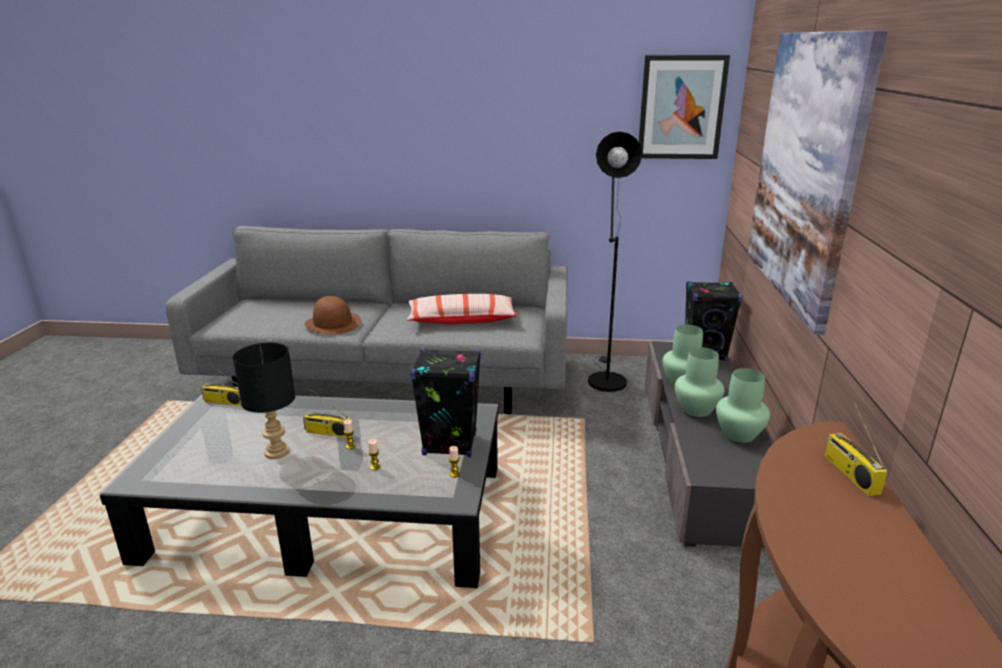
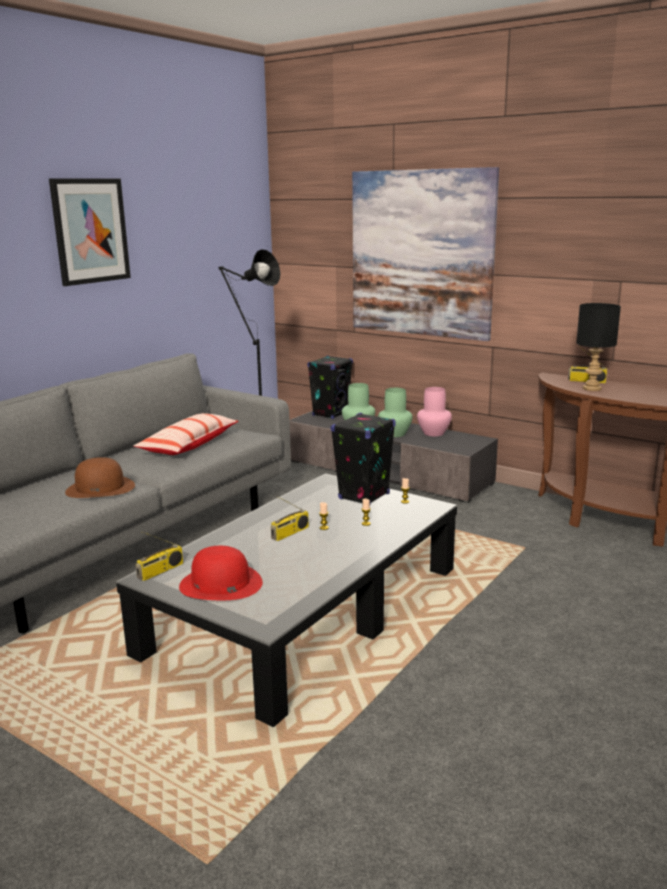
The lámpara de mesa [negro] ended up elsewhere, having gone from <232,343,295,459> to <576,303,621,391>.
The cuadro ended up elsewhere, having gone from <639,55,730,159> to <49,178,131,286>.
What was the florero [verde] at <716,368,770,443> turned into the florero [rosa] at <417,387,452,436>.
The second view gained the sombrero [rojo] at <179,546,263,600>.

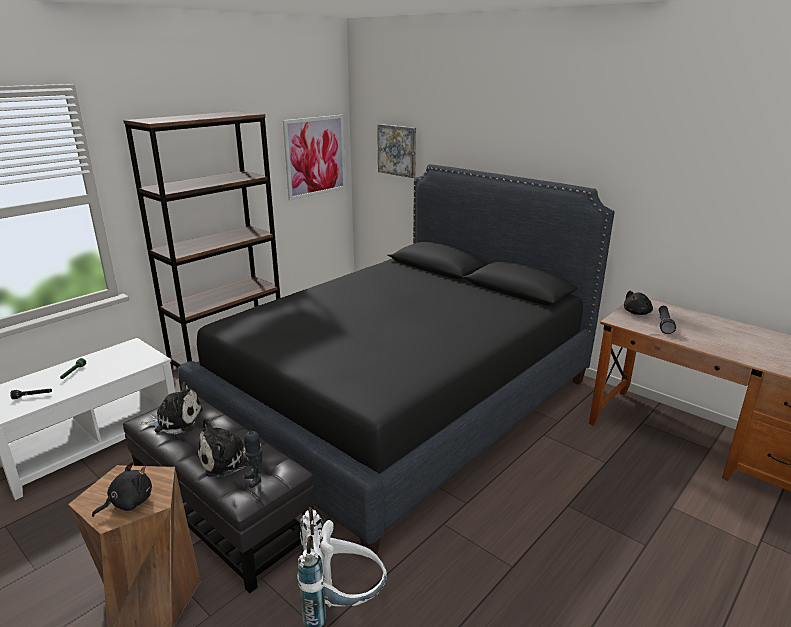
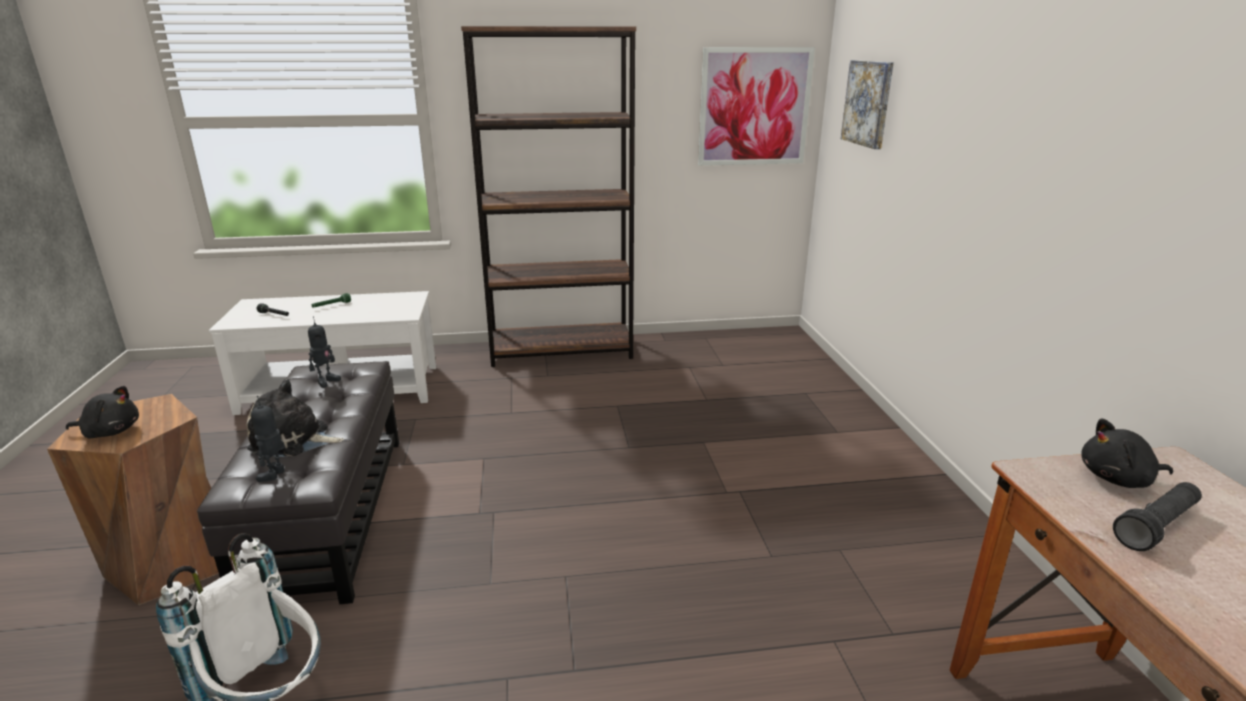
Where the peluche stood at <140,382,203,434>, the robot de juguete came to stand at <308,316,341,388>.
The second view lost the cama [negro] at <178,164,615,559>.

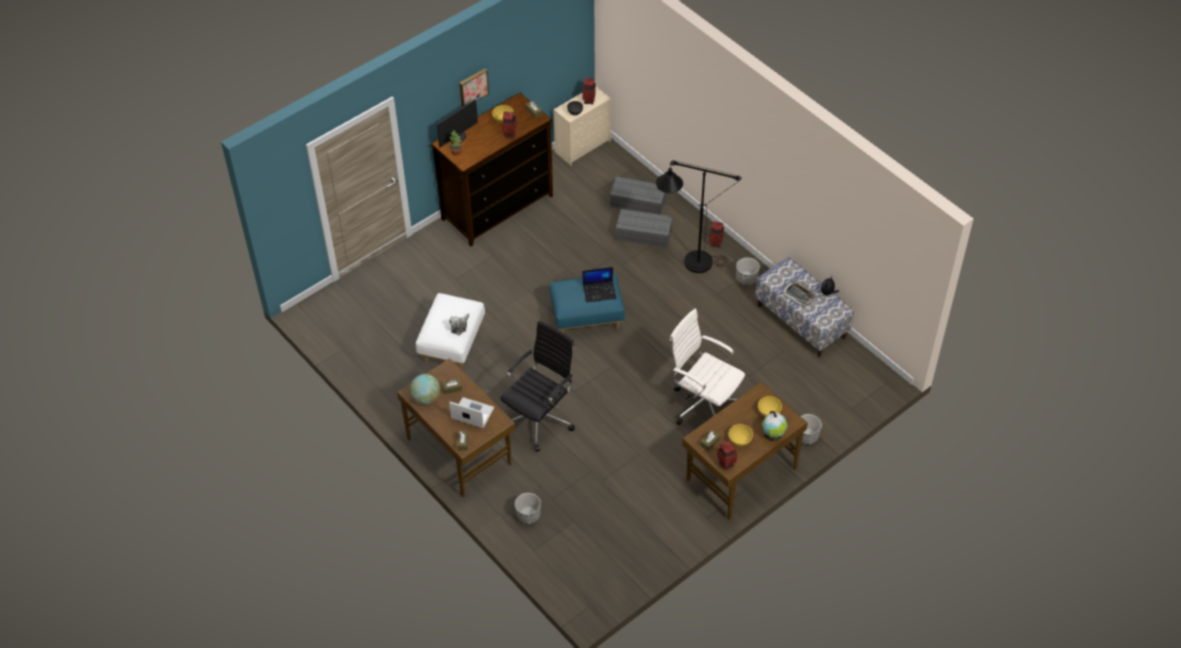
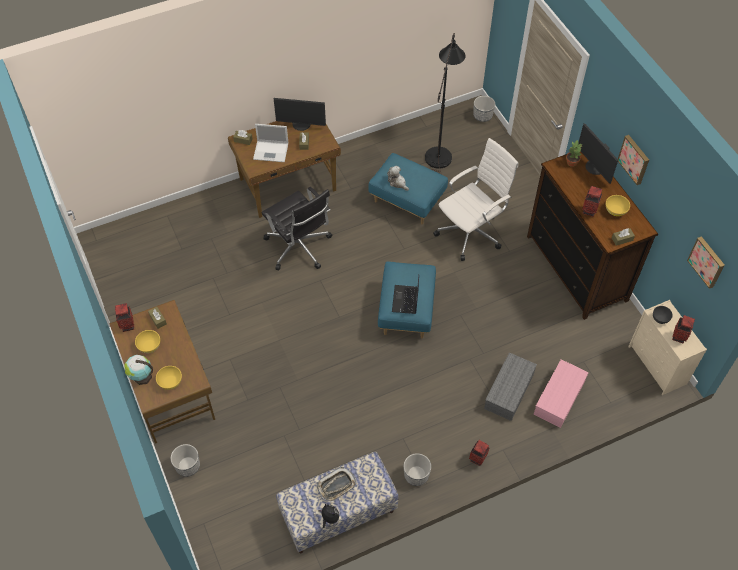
Where the globo terráqueo stood at <410,374,440,404>, the monitor came to stand at <274,98,326,131>.
What was the puf [blanco] at <416,293,485,370> turned into the puf [azul] at <368,153,448,224>.
The portátil at <449,397,494,428> ended up facing another way, 60 degrees clockwise from before.
The maceta ended up elsewhere, having gone from <515,493,541,524> to <473,96,495,122>.
What was the caja de almacenaje [gris] at <610,176,666,215> turned into the caja de almacenaje [rosa] at <533,359,589,428>.
The lámpara de pie [negro] ended up elsewhere, having gone from <656,161,741,273> to <425,33,465,173>.
The silla de oficina [blanco] ended up elsewhere, having gone from <669,308,745,425> to <433,138,518,261>.
The second view gained the cuadro at <687,236,725,289>.

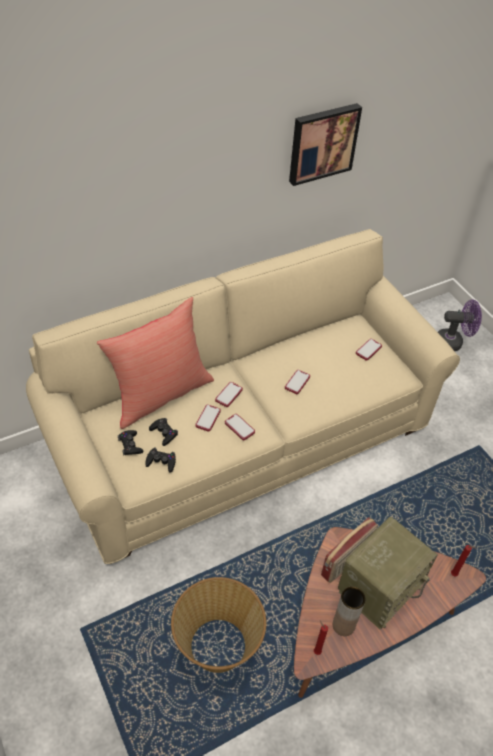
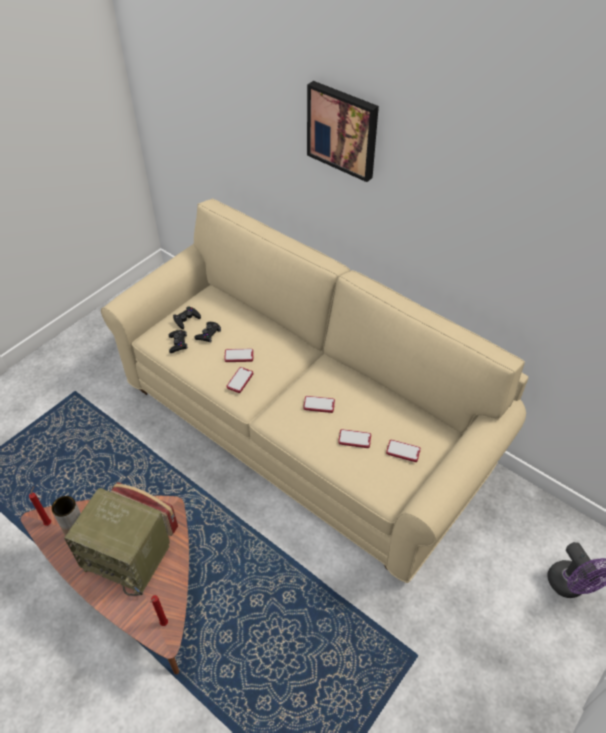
The second view lost the cojín [rojo] at <97,297,214,429>.
The second view lost the cesta at <171,577,266,673>.
The móvil ended up elsewhere, having gone from <215,382,243,407> to <338,429,371,448>.
The cuadro ended up elsewhere, having gone from <289,103,362,186> to <307,81,379,182>.

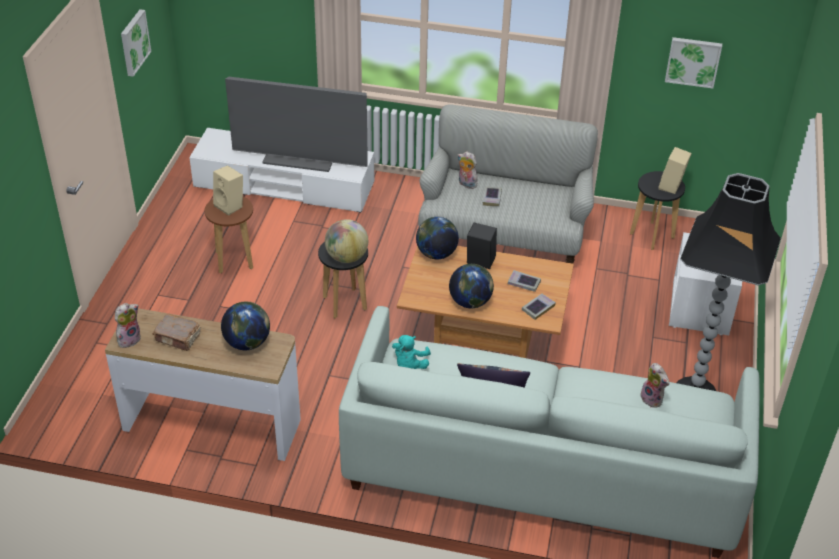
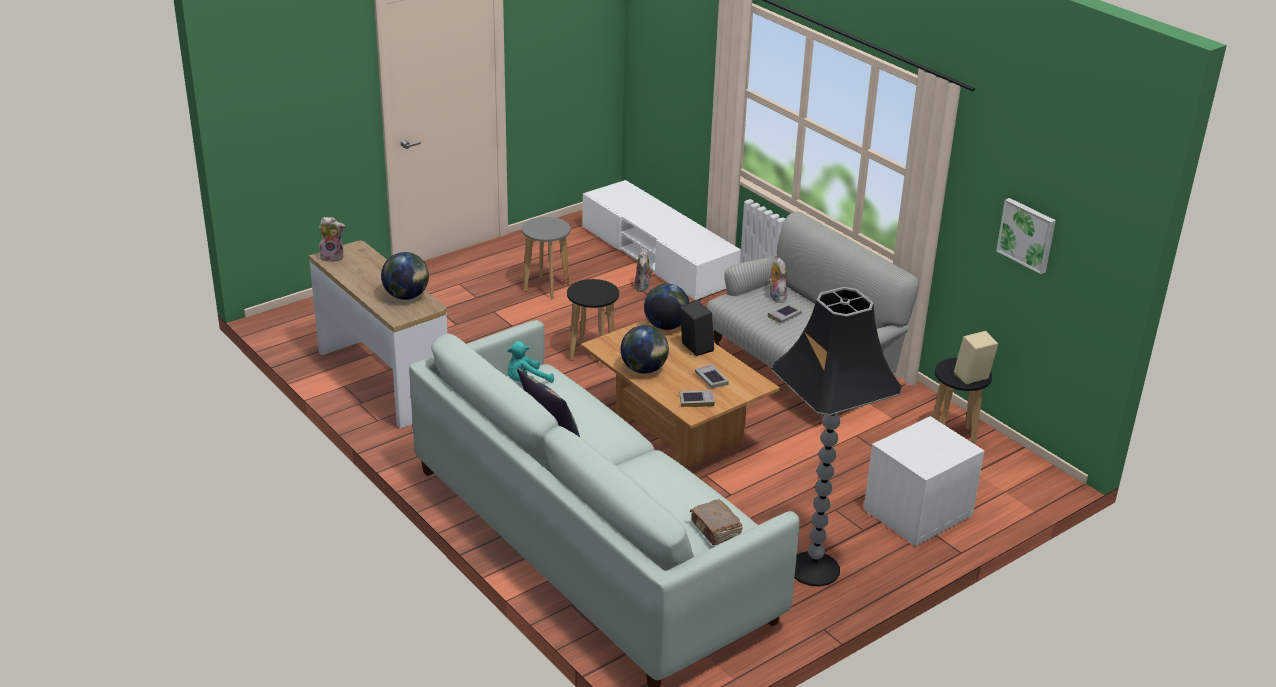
The second view lost the cuadro at <121,9,151,77>.
The libro [marrón] ended up elsewhere, having gone from <152,314,201,351> to <690,499,743,545>.
What was the taburete [marrón] at <205,197,253,273> turned into the taburete [gris] at <522,217,571,299>.
The second view lost the altavoz [beis] at <213,165,243,216>.
The second view lost the televisor at <225,77,368,172>.
The second view lost the globo terráqueo at <325,219,368,263>.
The peluche ended up elsewhere, having gone from <641,363,670,408> to <634,250,653,292>.

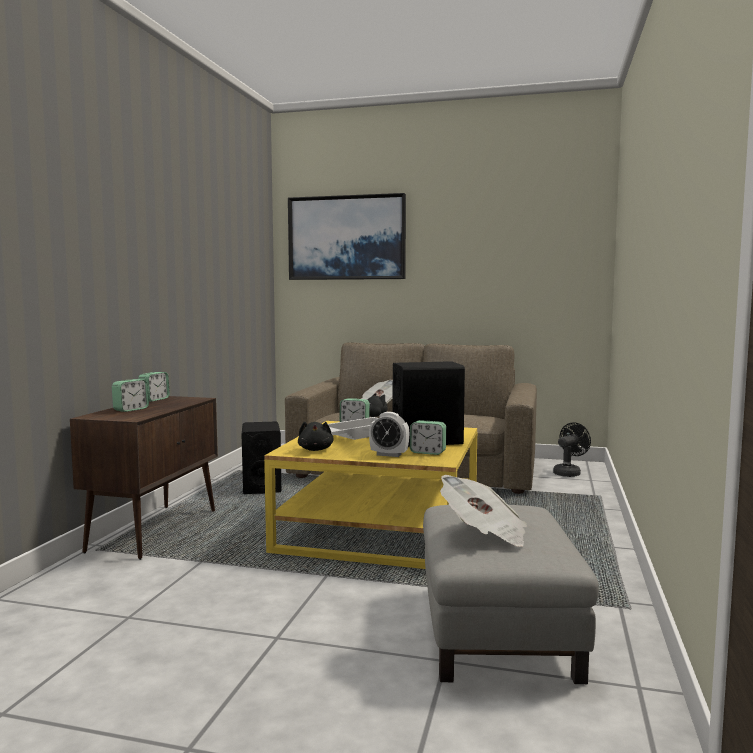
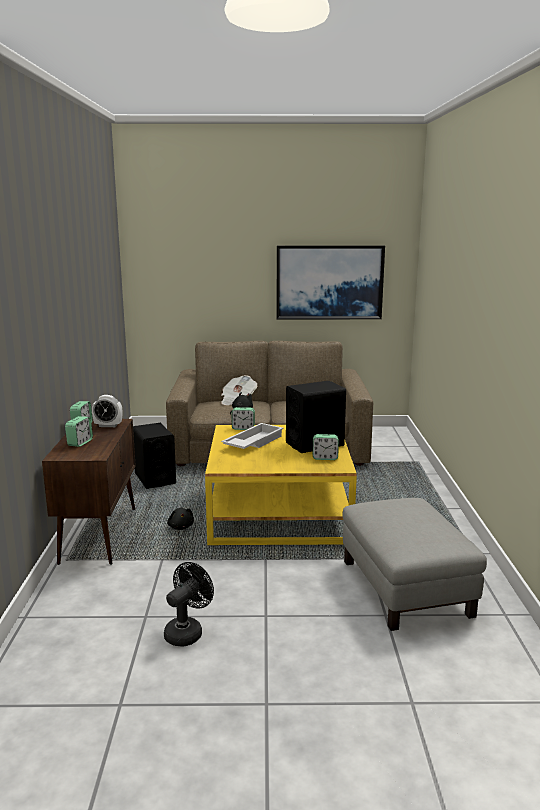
The cuadro ended up elsewhere, having gone from <288,193,406,280> to <277,245,385,319>.
The peluche [negro] ended up elsewhere, having gone from <298,421,334,451> to <167,508,194,530>.
The despertador ended up elsewhere, having gone from <369,412,409,457> to <92,395,122,427>.
The second view lost the periódico at <440,475,527,547>.
The ventilador [negro] ended up elsewhere, having gone from <553,422,591,477> to <164,562,214,646>.

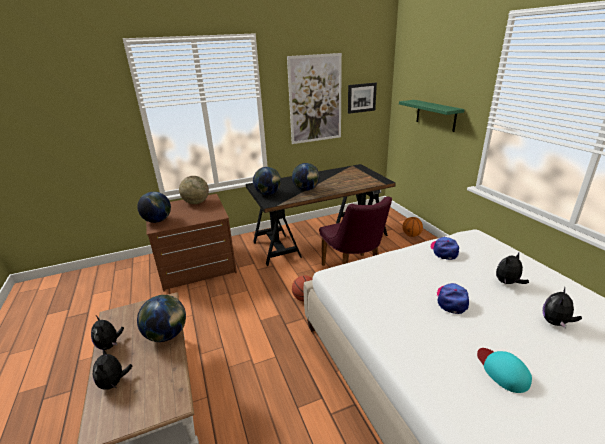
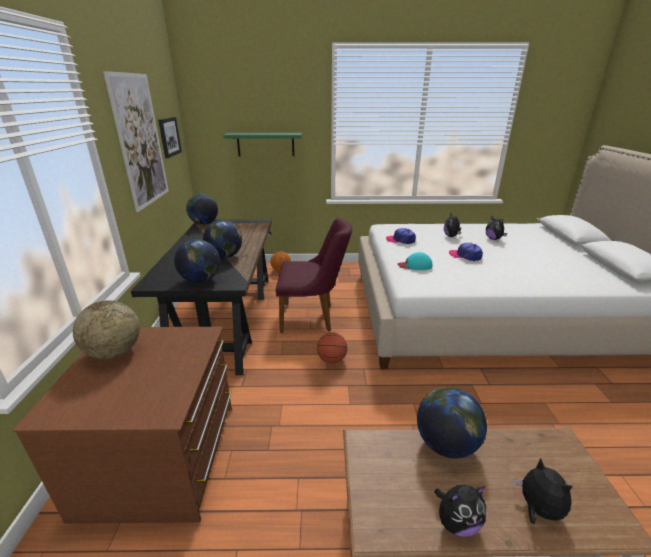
The peluche at <93,348,132,390> ended up facing another way, 120 degrees counterclockwise from before.
The globo terráqueo ended up elsewhere, having gone from <137,192,171,223> to <186,193,218,225>.
The gorra [turquesa] ended up elsewhere, having gone from <477,348,532,393> to <397,252,432,270>.

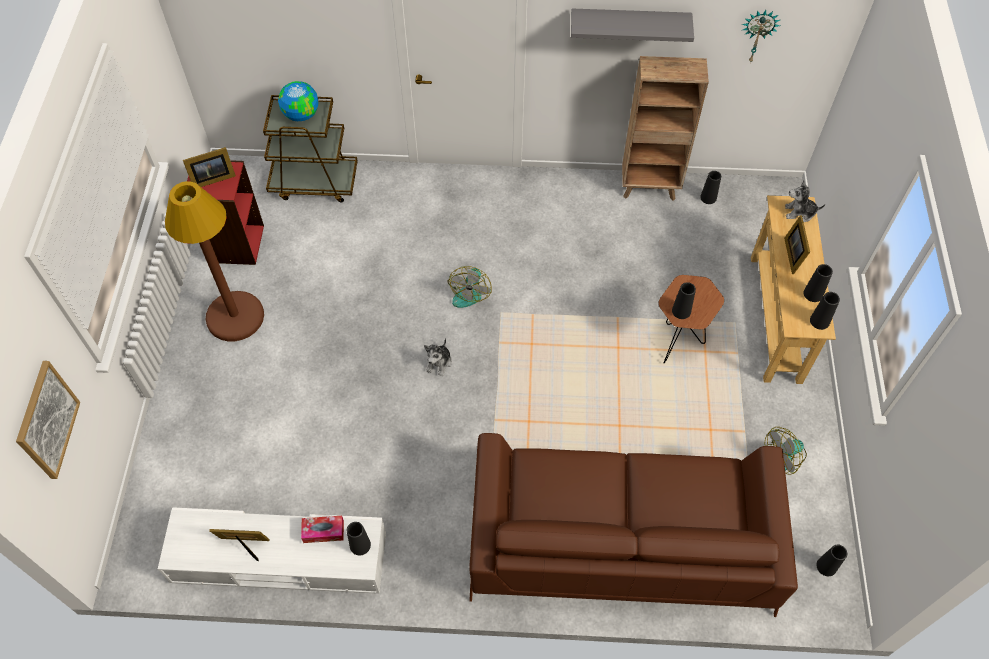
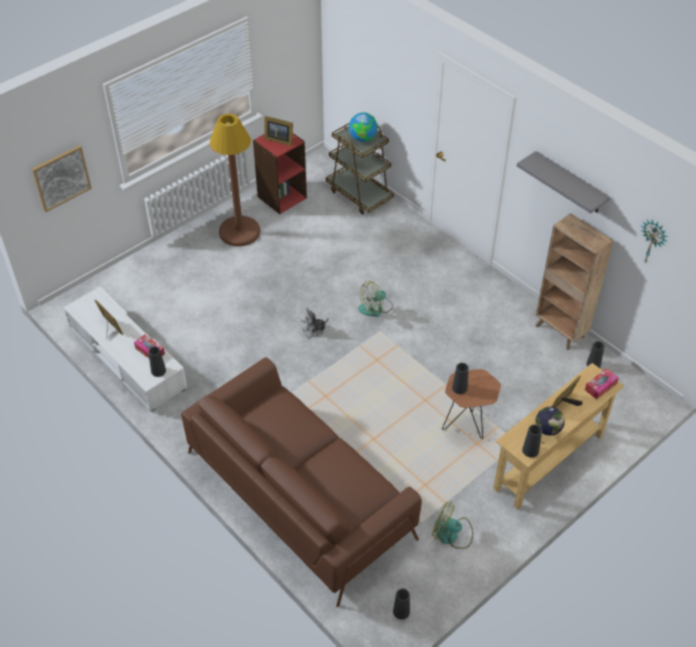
Where the peluche stood at <785,180,826,222>, the caja de pañuelos came to stand at <585,368,619,399>.
Where the florero [negro] stood at <803,264,833,302>, the globo terráqueo came to stand at <535,407,565,444>.

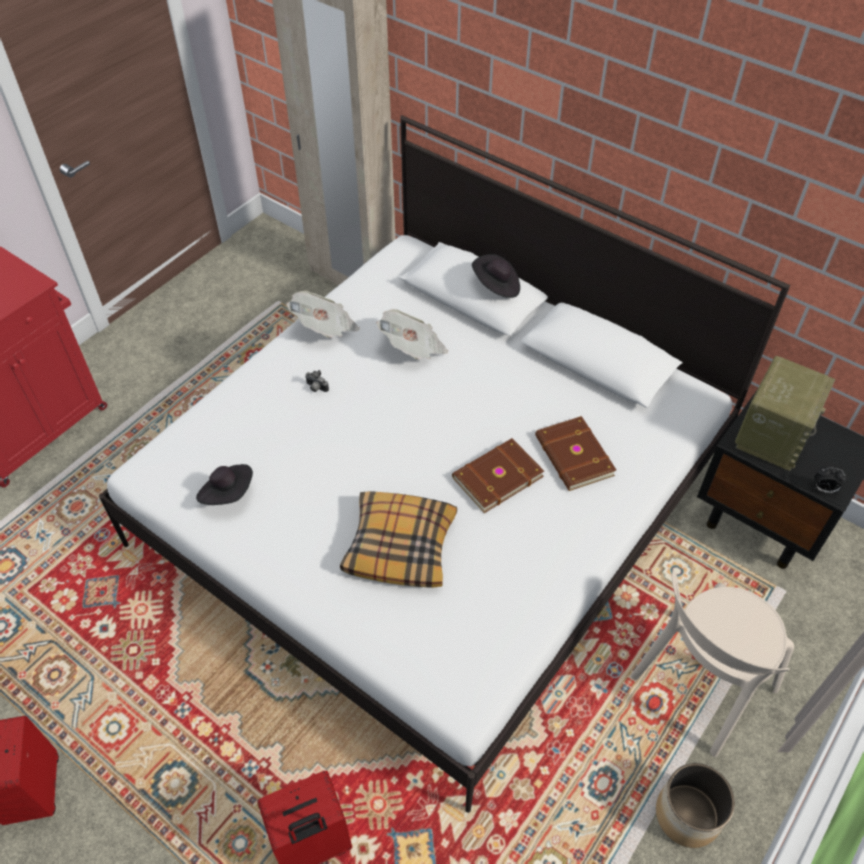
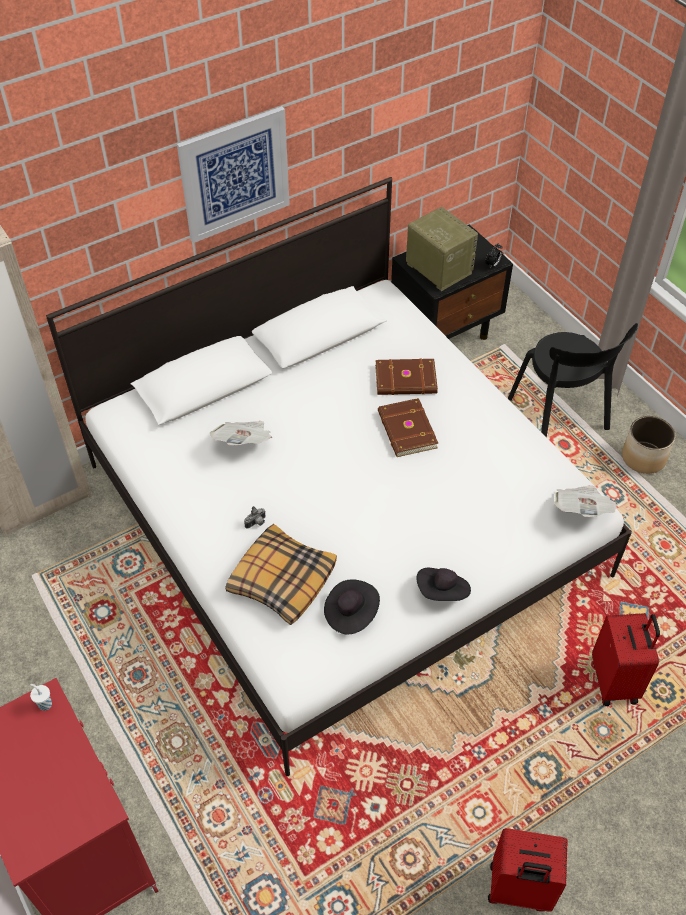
The periódico ended up elsewhere, having gone from <286,291,360,338> to <554,485,618,517>.
The cojín ended up elsewhere, having gone from <340,491,457,588> to <225,524,337,625>.
The sombrero [negro] ended up elsewhere, having gone from <472,254,520,298> to <416,568,471,601>.
What was the silla [beis] at <631,570,794,757> turned into the silla [negro] at <508,323,638,438>.
The second view gained the taza [blanco] at <30,684,52,711>.
The second view gained the cuadro at <177,106,290,243>.

